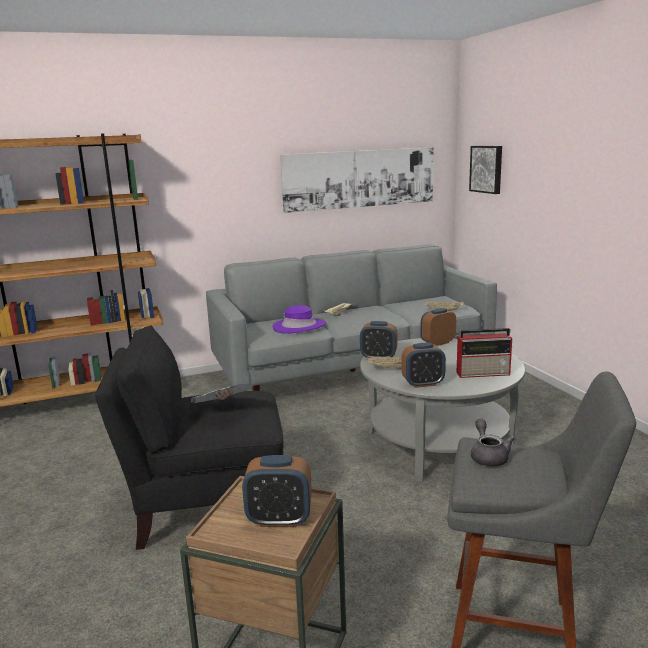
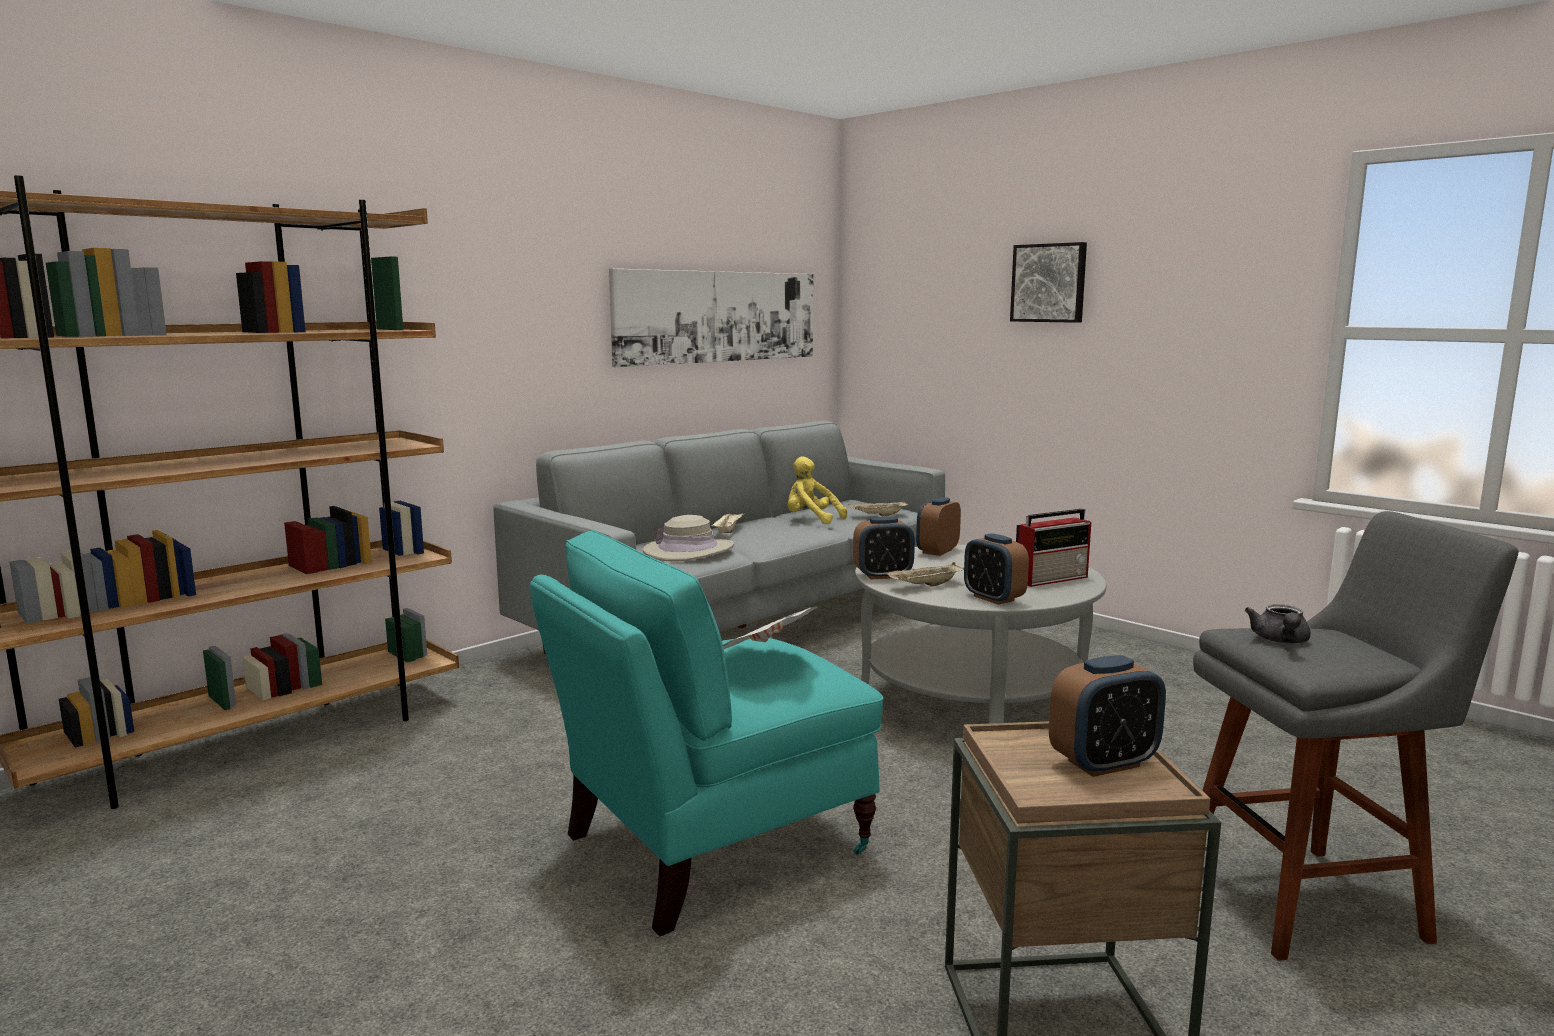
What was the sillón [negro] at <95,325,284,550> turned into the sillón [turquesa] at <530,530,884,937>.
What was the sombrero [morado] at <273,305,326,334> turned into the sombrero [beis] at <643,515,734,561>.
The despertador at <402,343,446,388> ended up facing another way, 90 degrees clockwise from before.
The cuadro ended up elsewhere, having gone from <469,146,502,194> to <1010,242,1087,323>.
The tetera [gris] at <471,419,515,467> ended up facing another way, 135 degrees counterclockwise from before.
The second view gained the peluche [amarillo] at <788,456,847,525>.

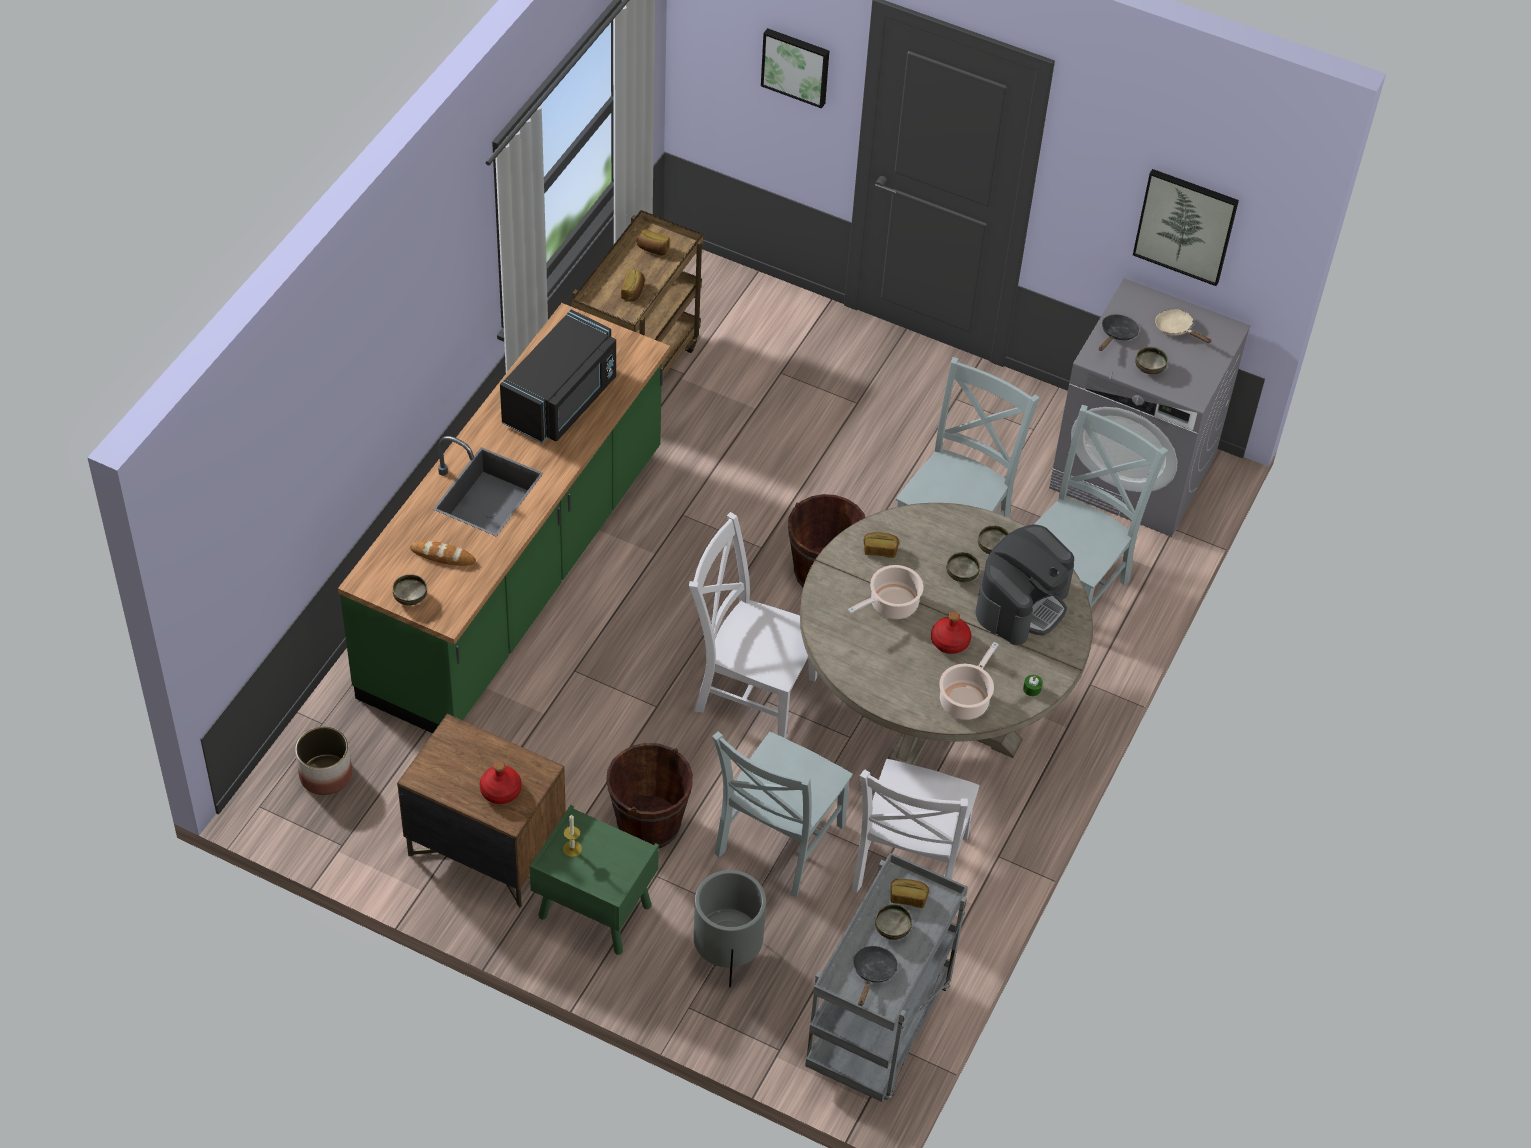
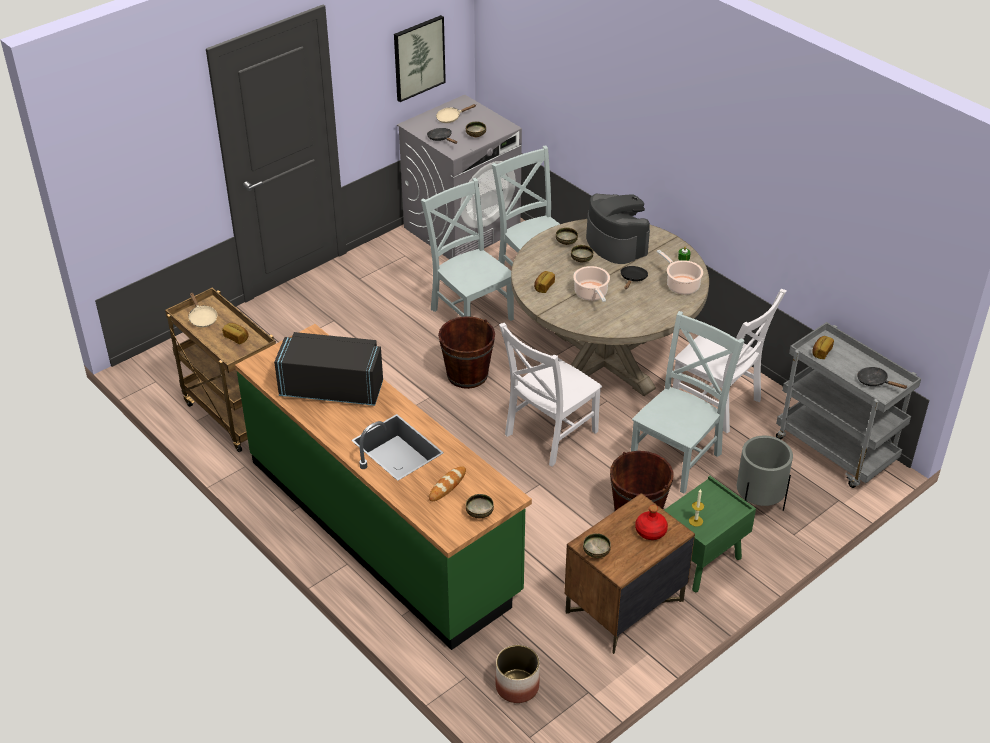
The microondas [negro] at <500,309,616,443> ended up facing another way, 45 degrees counterclockwise from before.
Where the pan stood at <636,229,670,256>, the sartén [beis] came to stand at <189,292,217,328>.
The silla [gris] at <712,731,853,897> ended up facing another way, 105 degrees counterclockwise from before.
The second view lost the cuadro at <761,28,829,109>.
The cuenco ended up elsewhere, having gone from <875,904,912,940> to <583,533,611,558>.
Where the botella [rojo] stood at <931,611,971,654>, the sartén [negro] came to stand at <621,266,648,289>.

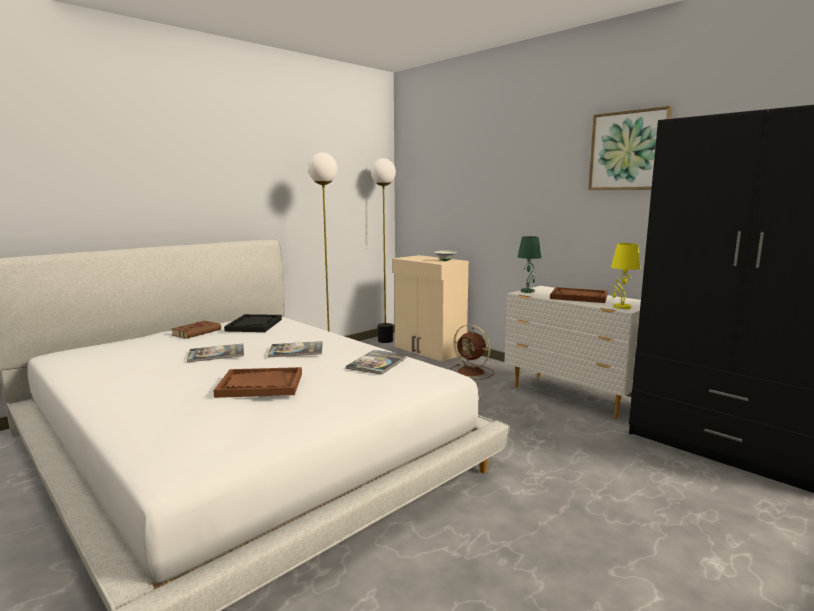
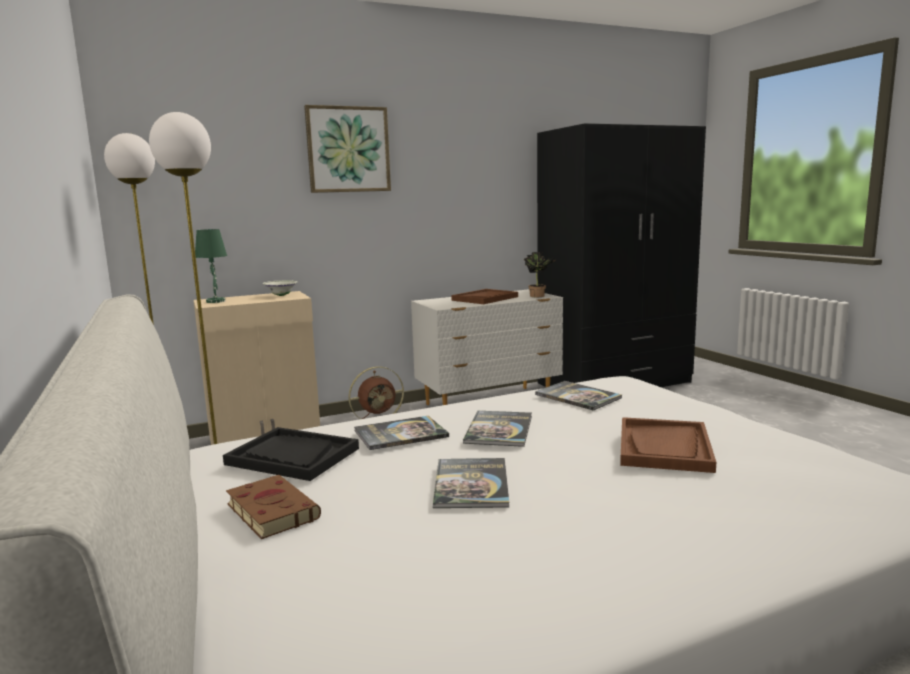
The lámpara de mesa [verde] ended up elsewhere, having gone from <518,236,541,293> to <195,229,227,303>.
The cuadro ended up elsewhere, having gone from <588,106,673,190> to <304,105,391,193>.
Where the lámpara de mesa [amarillo] stood at <611,243,640,309>, the planta en maceta came to stand at <524,252,557,297>.
The second view gained the libro at <354,416,449,450>.

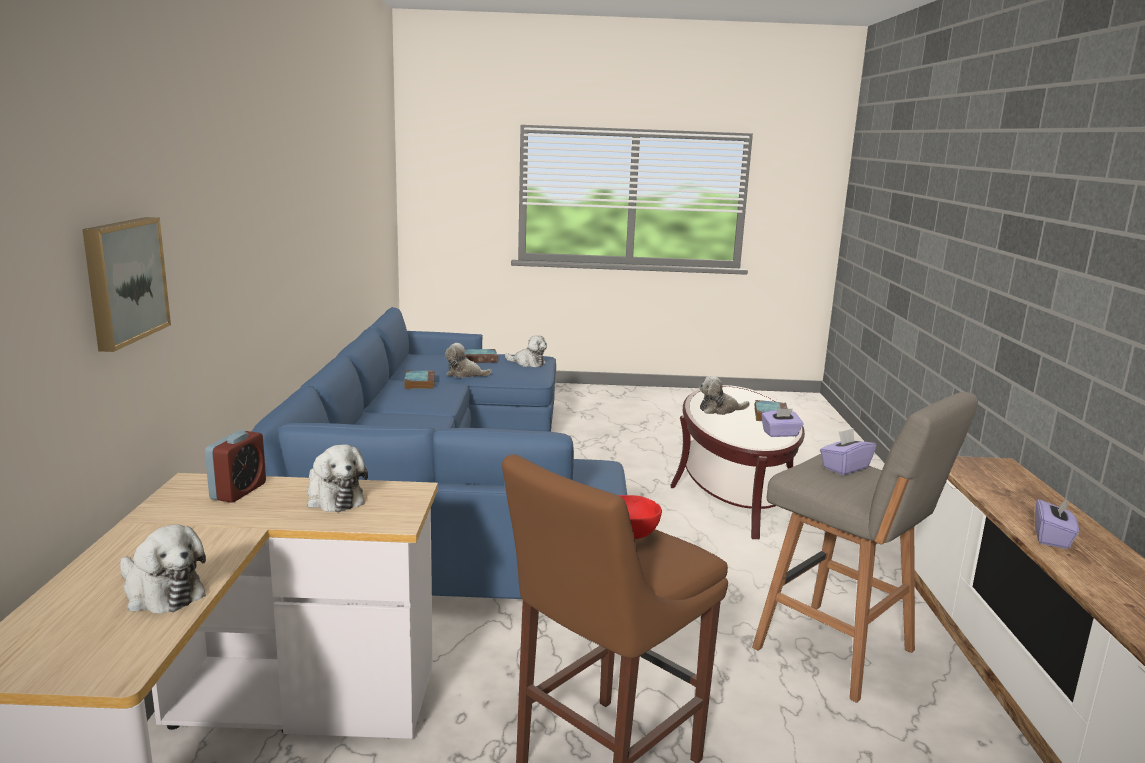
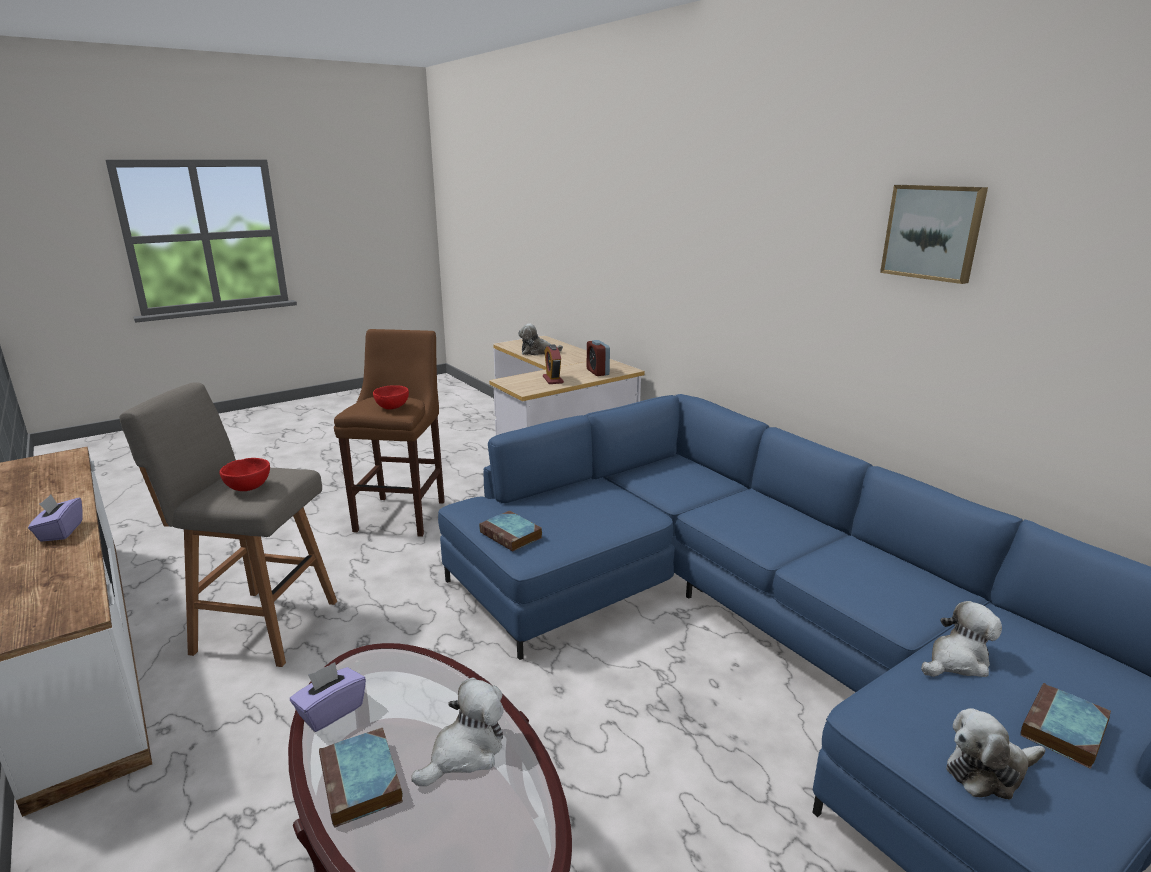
The cuadro ended up elsewhere, having gone from <82,217,171,352> to <880,185,988,284>.
Where the peluche stood at <307,444,368,512>, the despertador came to stand at <543,345,564,384>.
The libro ended up elsewhere, having gone from <404,370,435,389> to <479,511,542,551>.
Where the caja de pañuelos [morado] stood at <820,428,876,475>, the cuenco [rojo] came to stand at <220,458,270,491>.

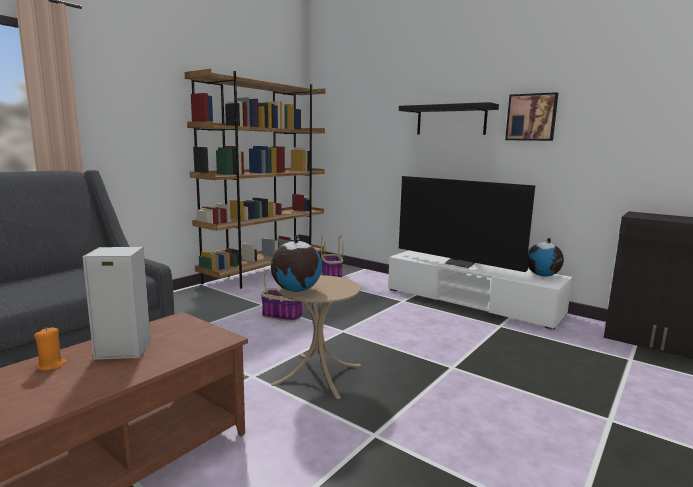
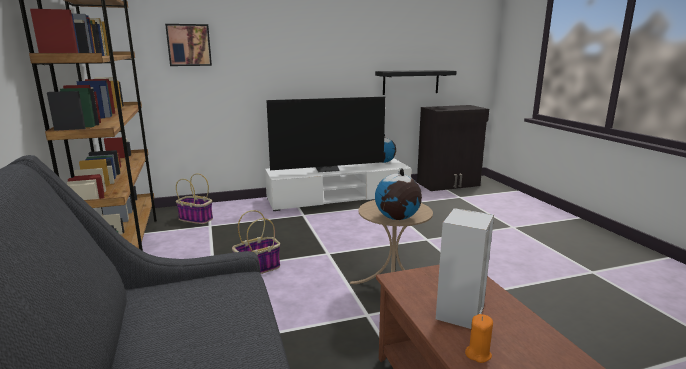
The estante [negro] ended up elsewhere, having gone from <399,102,499,135> to <375,70,457,95>.
The cuadro ended up elsewhere, having gone from <505,92,558,141> to <165,24,212,66>.

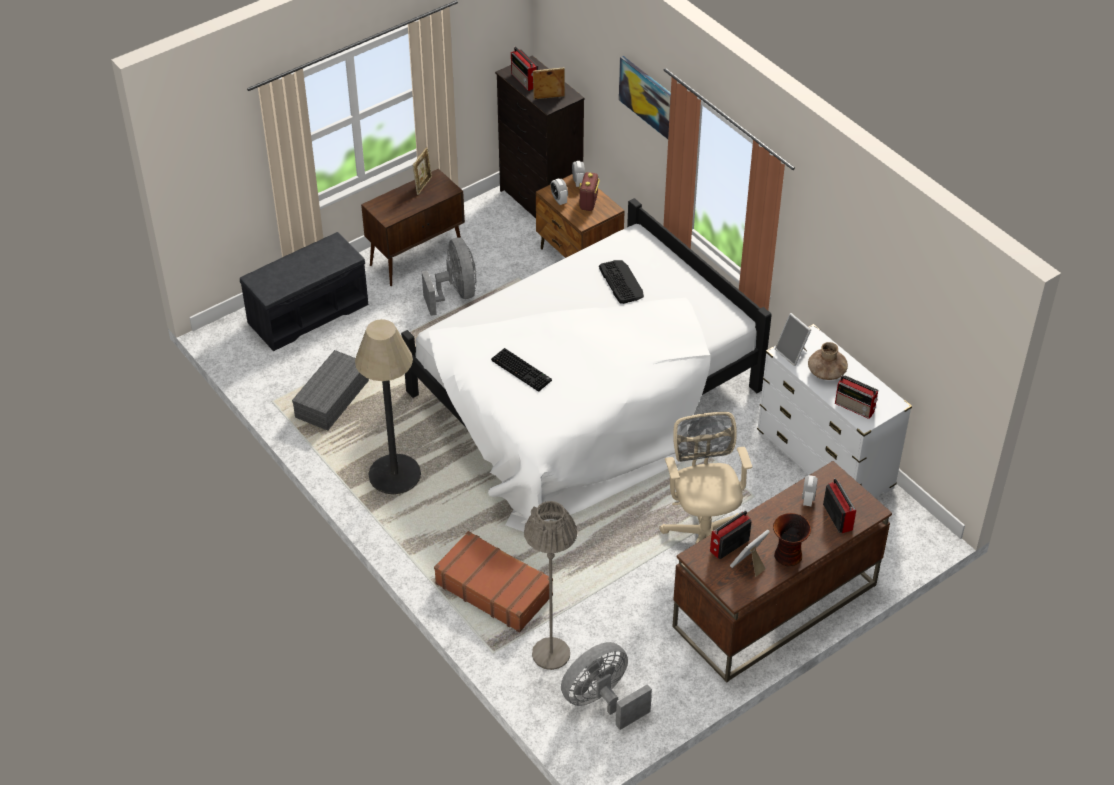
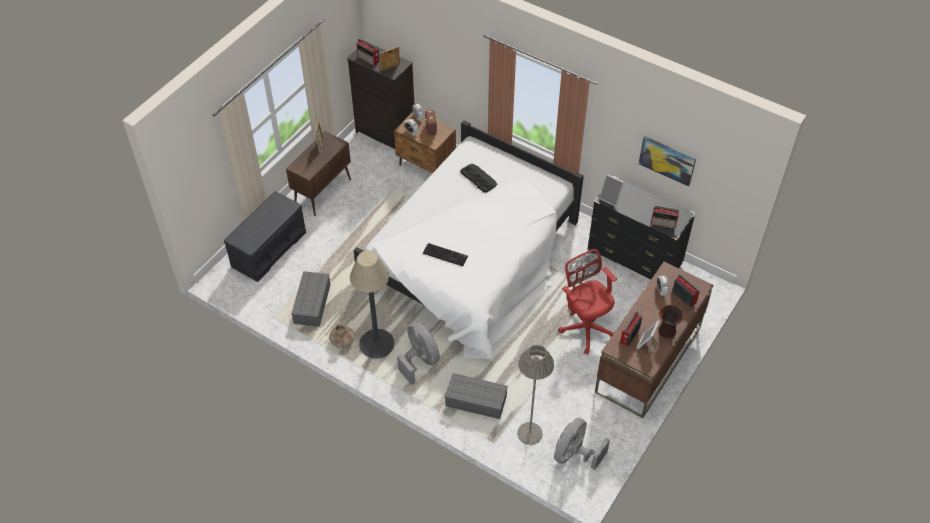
The ventilador [gris] ended up elsewhere, having gone from <422,237,477,316> to <397,322,440,385>.
Where the maleta [marrón] stood at <434,531,553,633>, the caja de almacenaje [gris] came to stand at <445,373,508,419>.
The cuadro ended up elsewhere, having gone from <619,56,671,139> to <639,136,696,187>.
What was the silla de oficina [beis] at <659,412,752,544> turned into the silla de oficina [rojo] at <558,249,617,355>.
What was the cómoda [blanco] at <757,324,912,497> turned into the cómoda [negro] at <587,176,696,279>.
The florero [marrón] ended up elsewhere, having gone from <808,342,848,380> to <329,324,355,348>.

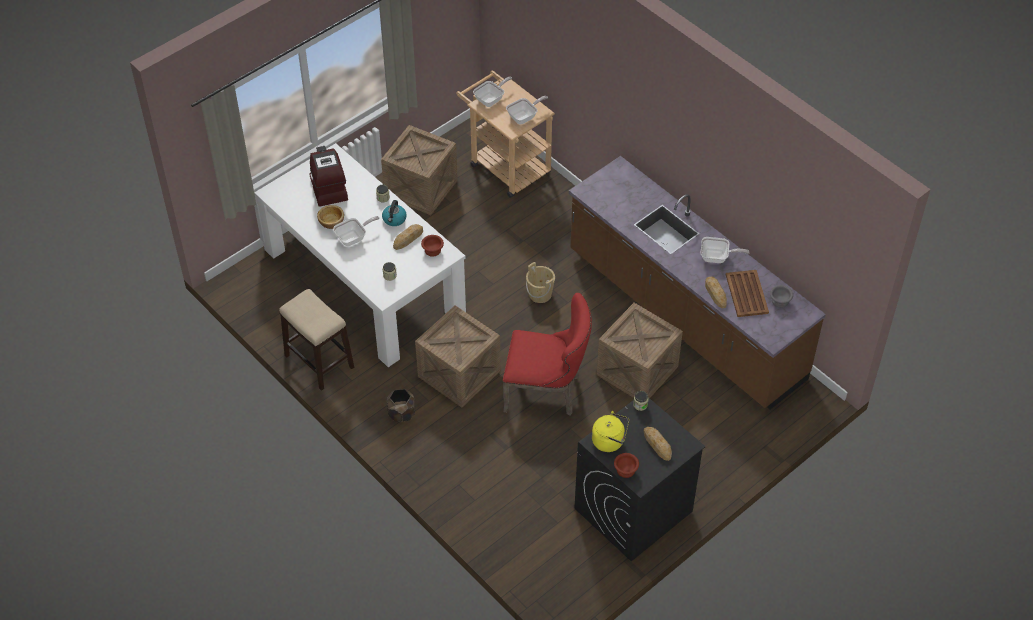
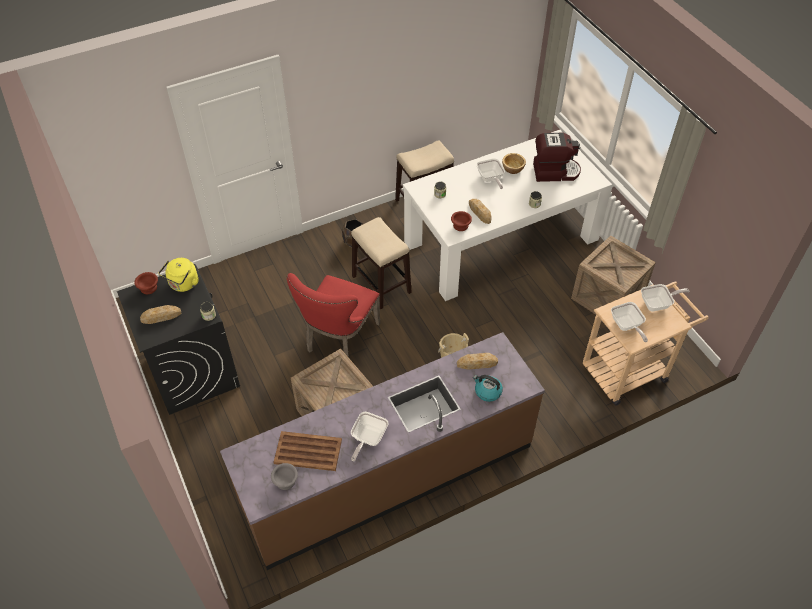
The hervidor ended up elsewhere, having gone from <382,200,407,226> to <473,375,503,402>.
Where the caja de embalaje stood at <415,305,501,408>, the taburete came to stand at <351,217,412,309>.
The sartén at <473,76,512,107> ended up facing another way, 75 degrees counterclockwise from before.
The pan ended up elsewhere, having gone from <705,277,727,309> to <457,353,498,370>.

